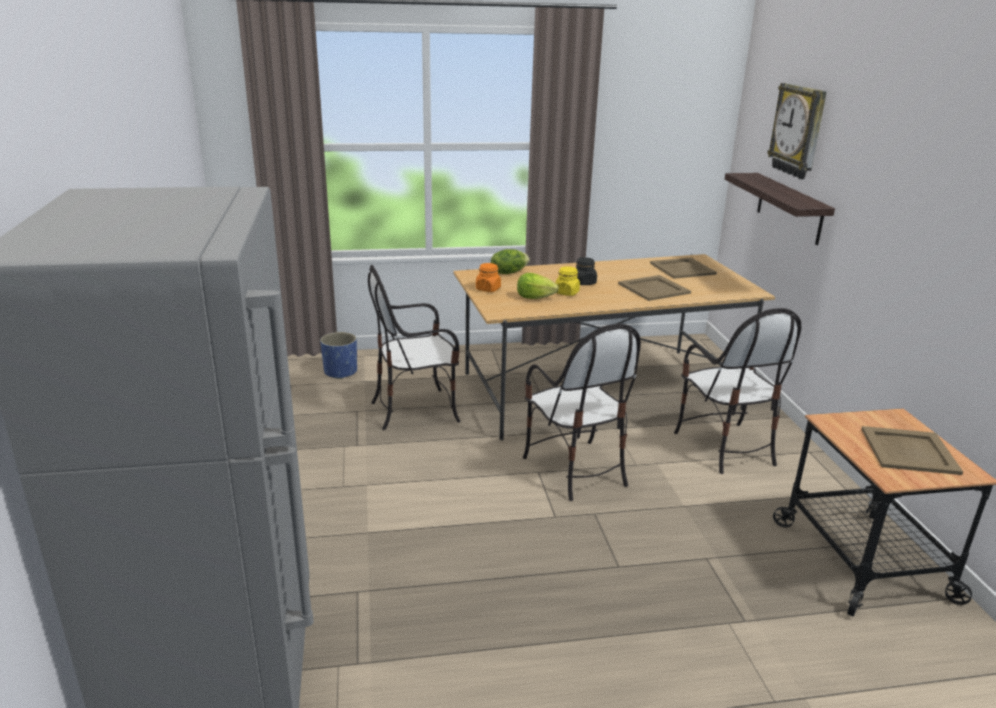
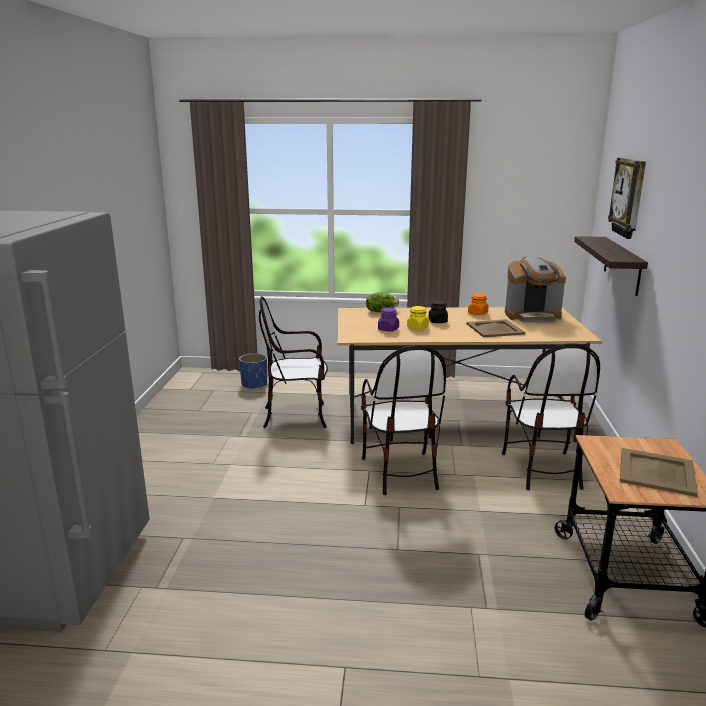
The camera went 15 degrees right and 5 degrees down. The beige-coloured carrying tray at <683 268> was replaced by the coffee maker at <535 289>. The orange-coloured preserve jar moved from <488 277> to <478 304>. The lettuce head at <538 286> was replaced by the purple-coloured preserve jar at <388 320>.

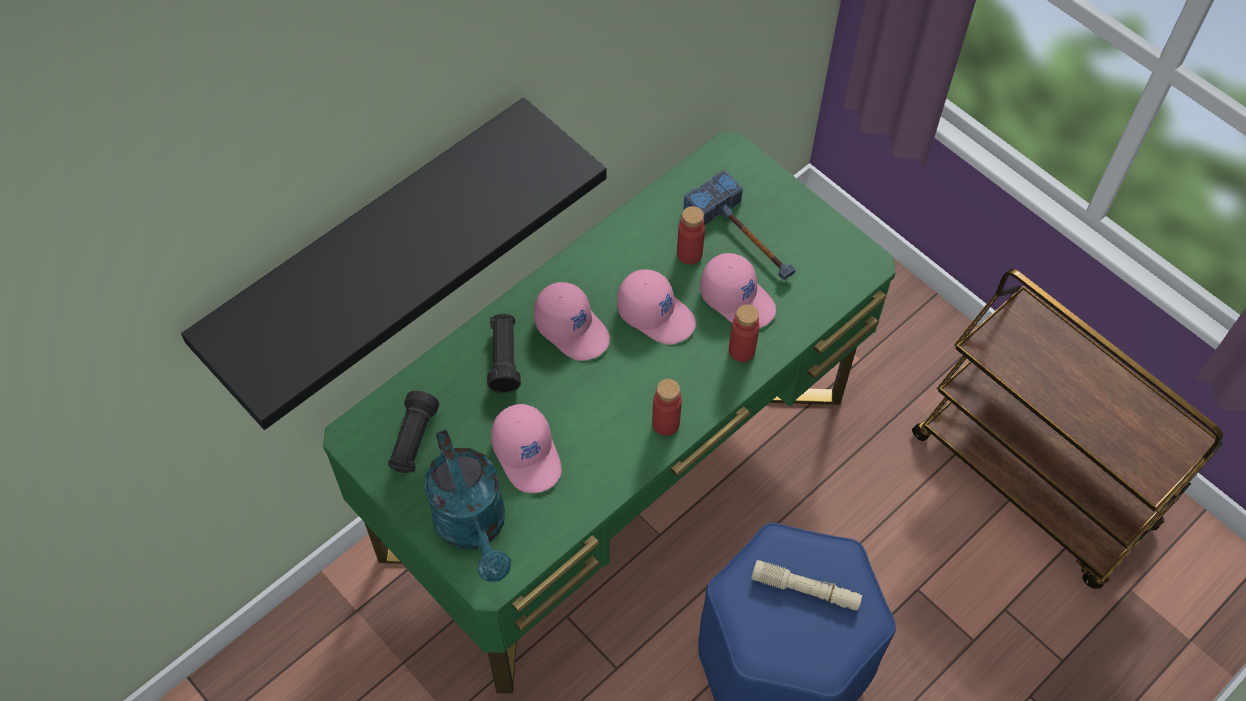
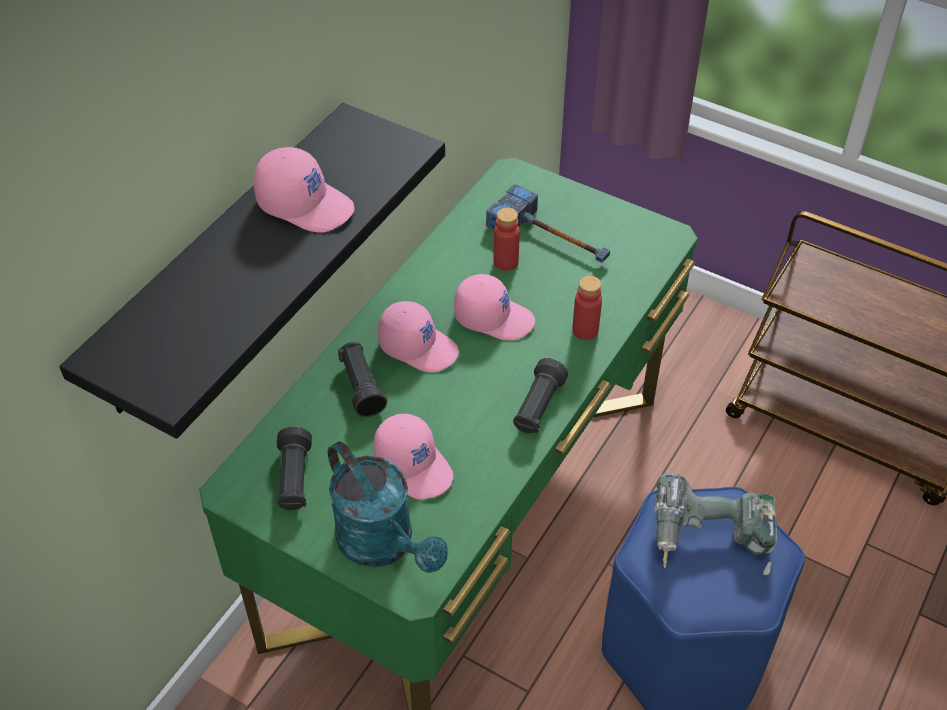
The camera went 15 degrees left and 10 degrees down. The pinkish cap moved from <738 290> to <303 190>. The red-coloured bottle at <667 407> was replaced by the blackish flashlight at <540 395>. The beige-coloured flashlight at <806 585> was replaced by the electric drill at <715 524>.

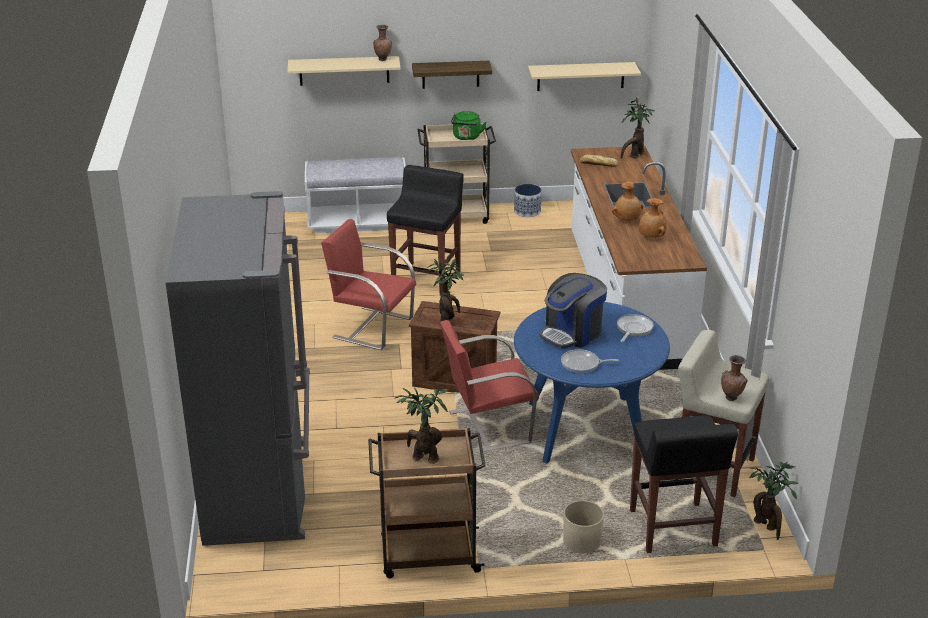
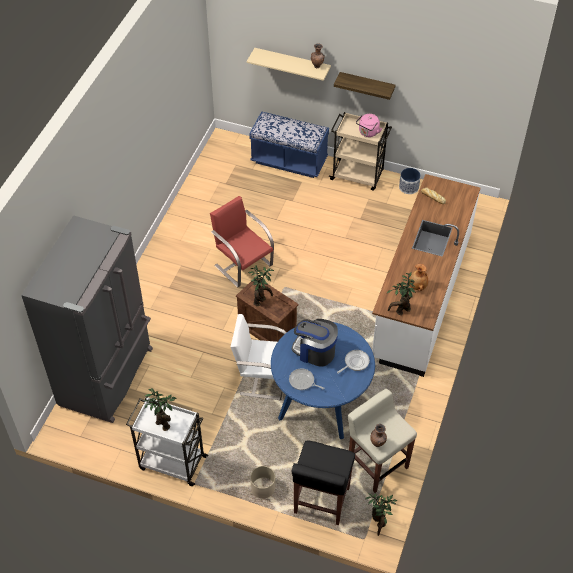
The camera went 25 degrees right and 20 degrees up. The beige-coloured shelf at <584 76> disappeared. The plant in a pot moved from <637 128> to <401 294>. The green tea kettle at <469 125> became the pinkish tea kettle at <369 125>. The white-coloured indoor bench at <355 195> became the bluish indoor bench at <289 144>. The blackish stool seat at <425 230> disappeared. The brown-coloured decorative vase at <627 201> disappeared. The coffee maker at <573 311> turned 45 degrees clockwise. The red-coloured plain chair at <489 386> became the white-coloured plain chair at <259 357>. The brown-coloured cart at <426 503> became the white-coloured cart at <167 441>.

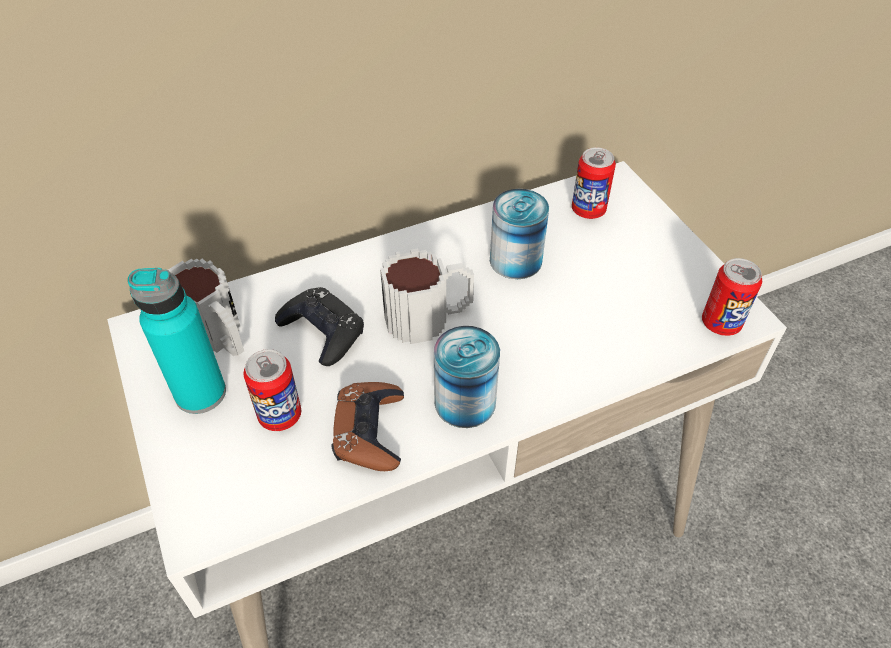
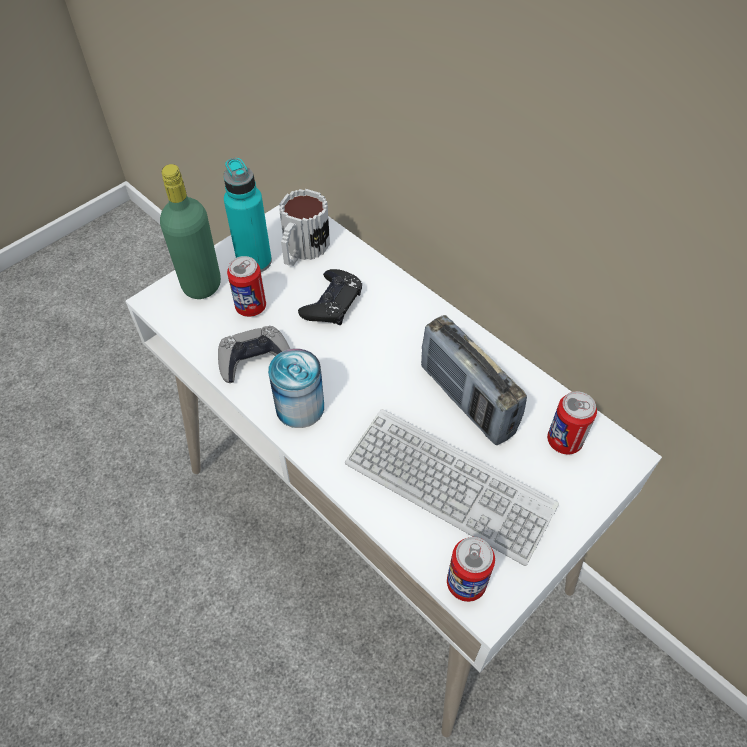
The camera went 70 degrees right and 5 degrees up. The sealed can at <519 234> was replaced by the radio at <474 380>. The mug at <427 296> disappeared. The brown-coloured joypad at <367 426> became the greyish joypad at <254 354>. The green bottle at <190 231> appeared. The computer keyboard at <452 487> appeared.

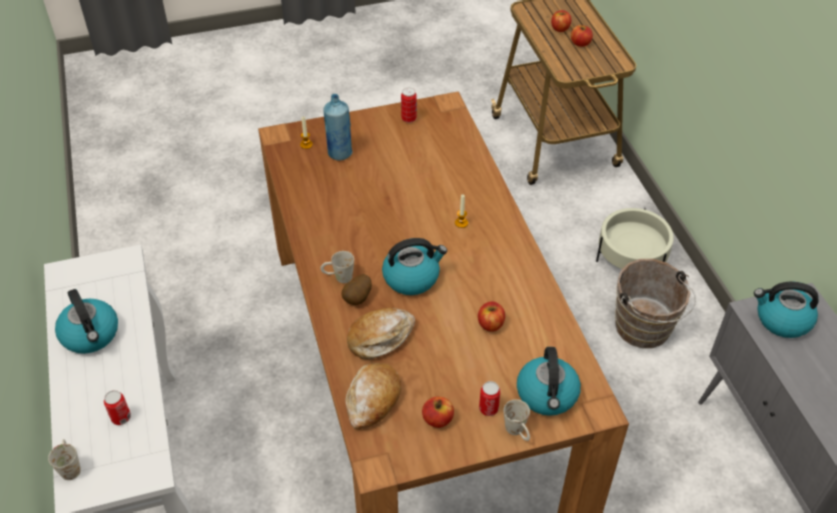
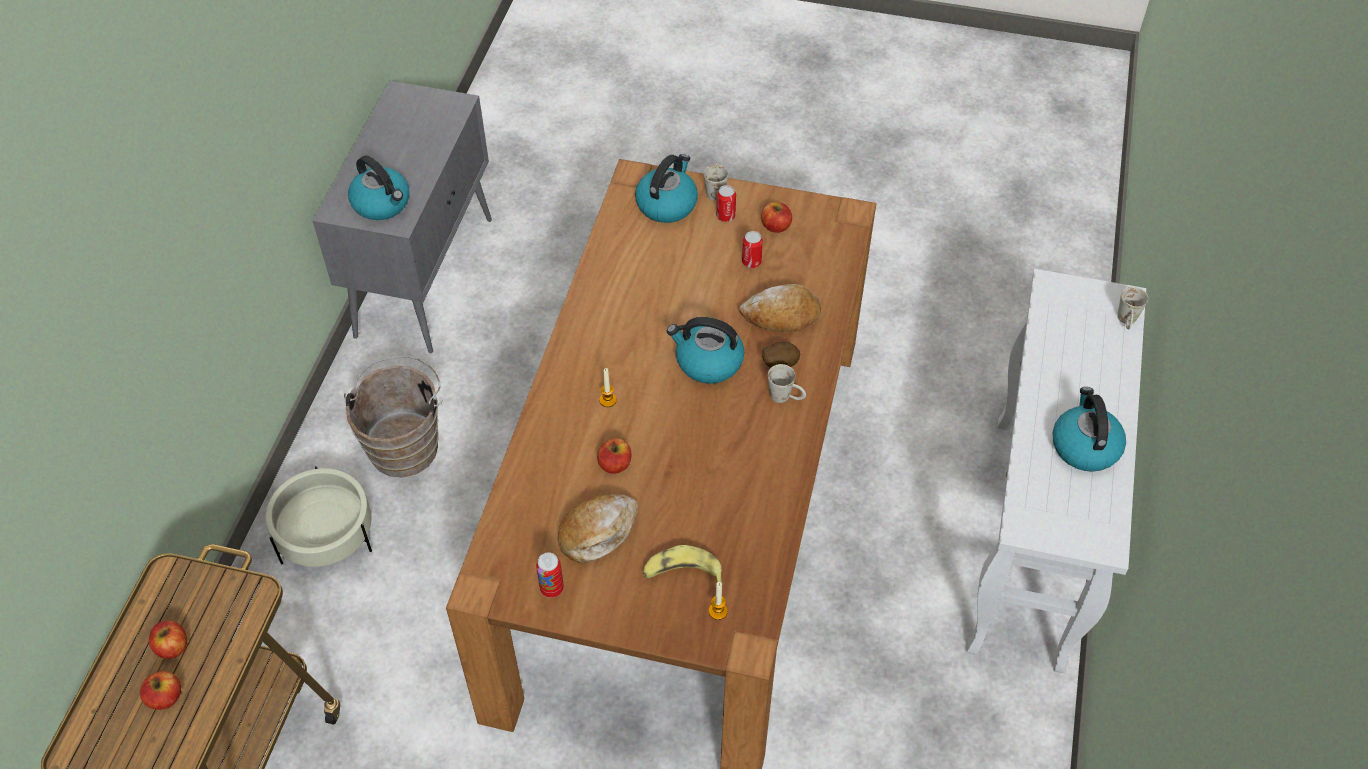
The camera went 150 degrees left and 5 degrees up. The bluish bottle at <337 127> was replaced by the whole banana at <683 565>. The whole apple moved from <491 316> to <614 456>. The bakery bread moved from <373 396> to <598 528>. The sealed can moved from <117 407> to <752 249>.

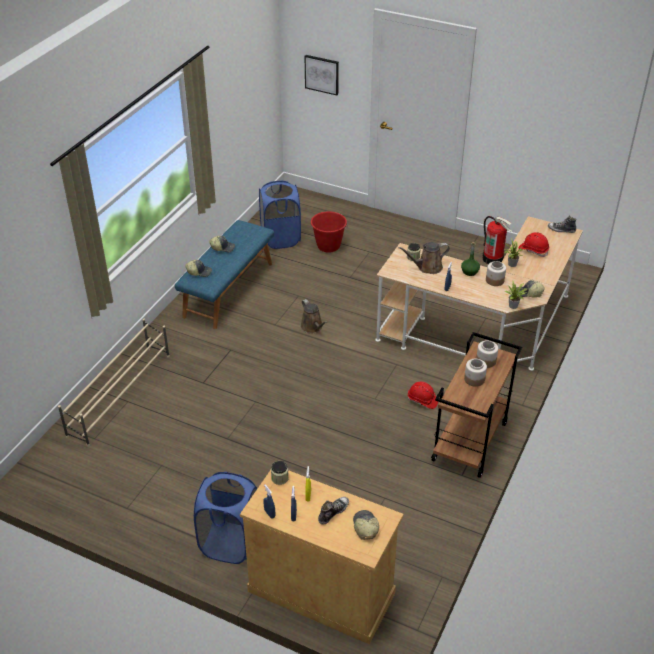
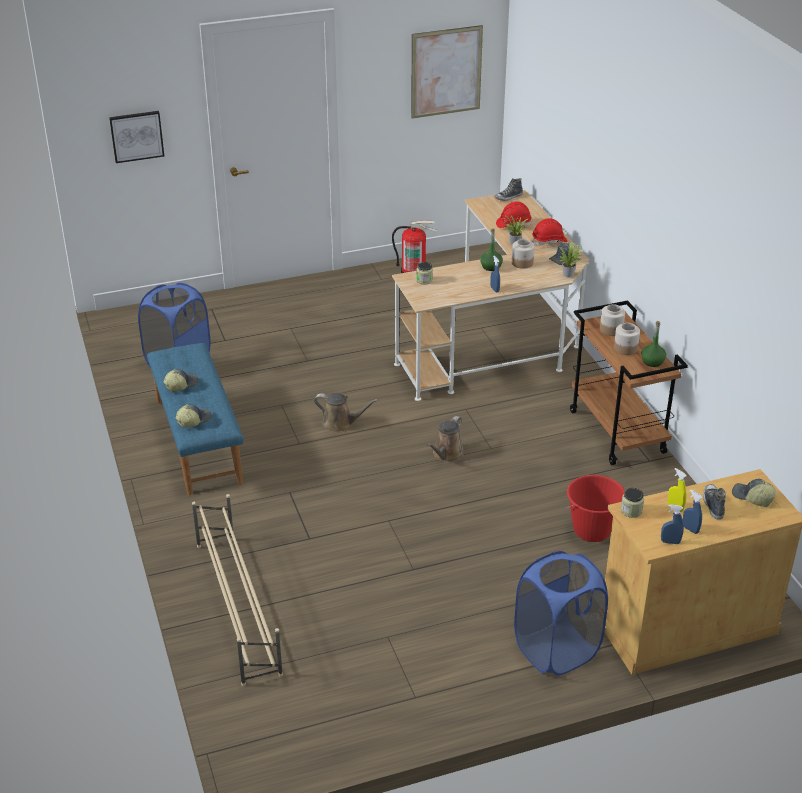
The camera went 45 degrees left and 5 degrees down. The red-coloured pail moved from <329 232> to <595 508>. The brown-coloured sprinkling can moved from <424 258> to <445 439>. The red-coloured safety helmet moved from <423 395> to <550 232>. The wall picture at <447 72> appeared. The green bottle at <653 344> appeared.

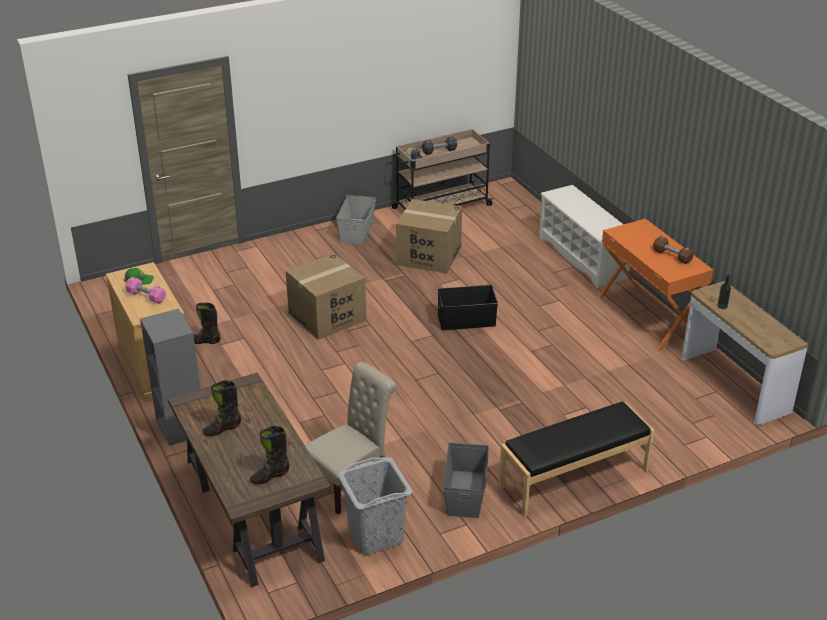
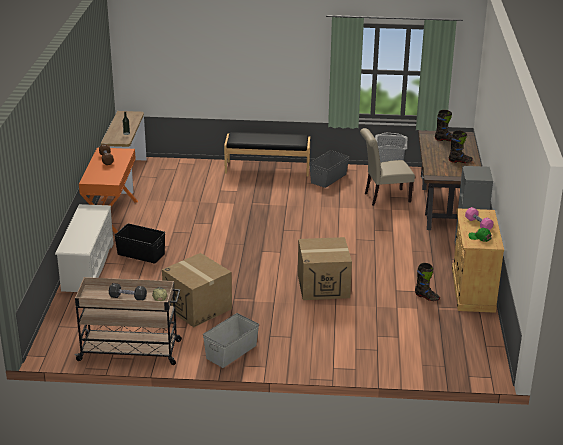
The camera went 150 degrees left and 5 degrees down. The blackish storage bin moved from <468 307> to <139 243>.

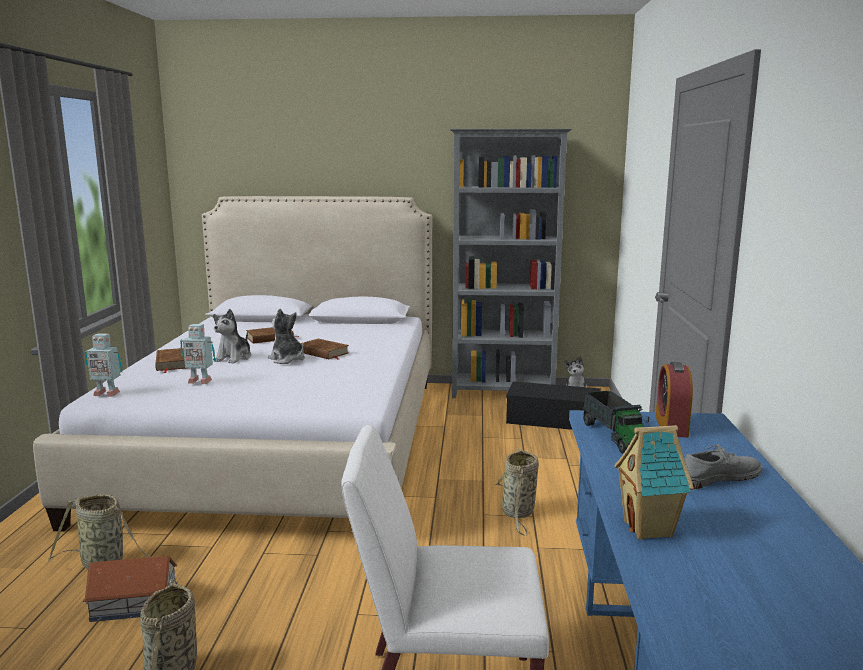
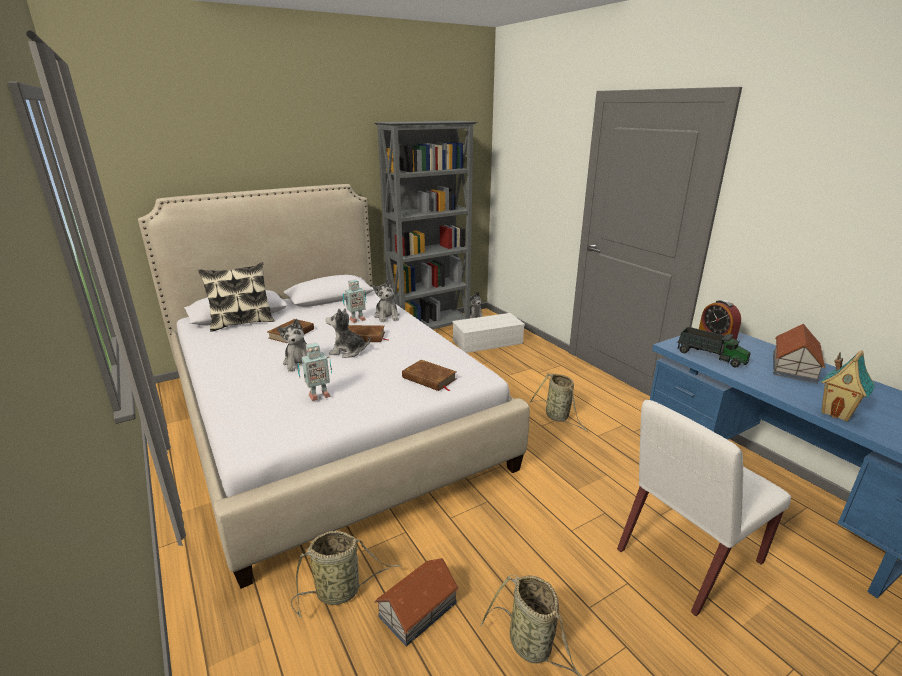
The camera went 35 degrees left and 10 degrees up. The robot figure moved from <103 365> to <355 301>. The brown-coloured bound book moved from <171 360> to <429 375>. The blackish storage bin at <553 406> became the white-coloured storage bin at <488 333>. The greyish shoe at <723 466> was replaced by the toy house at <799 353>. The throw pillow at <236 297> appeared. The plush toy at <386 300> appeared.

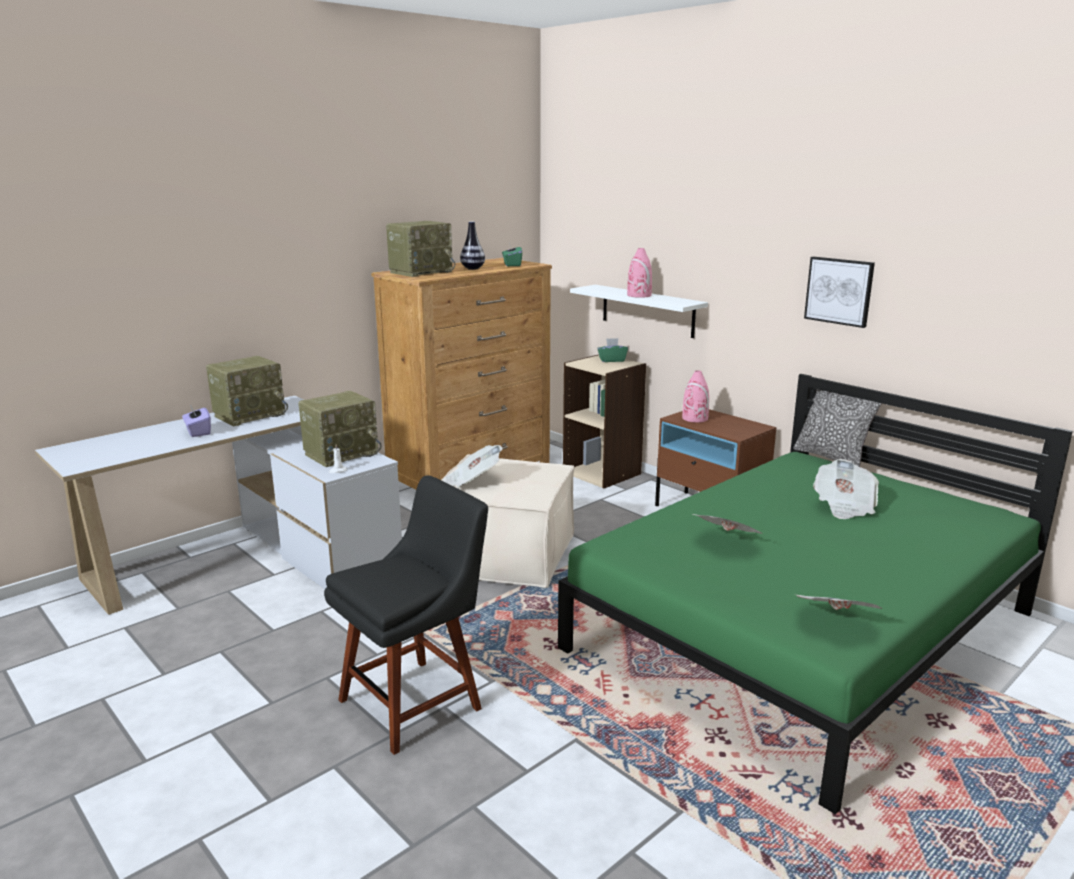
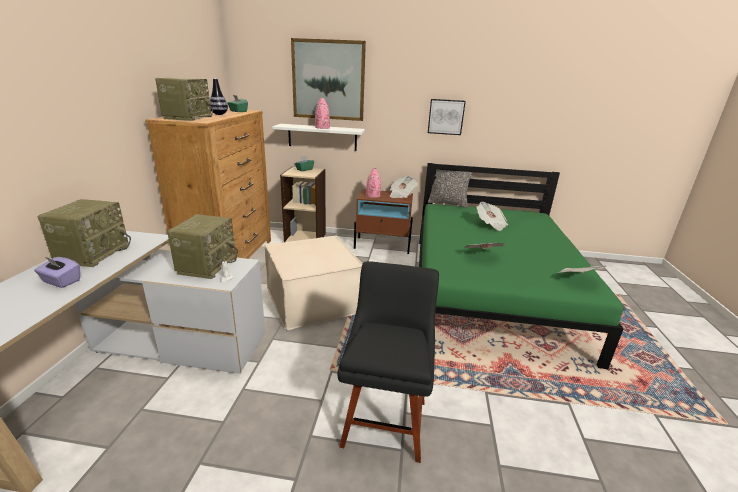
The camera went 40 degrees left and 5 degrees up. The newspaper moved from <472 466> to <404 187>. The wall picture at <328 79> appeared.

